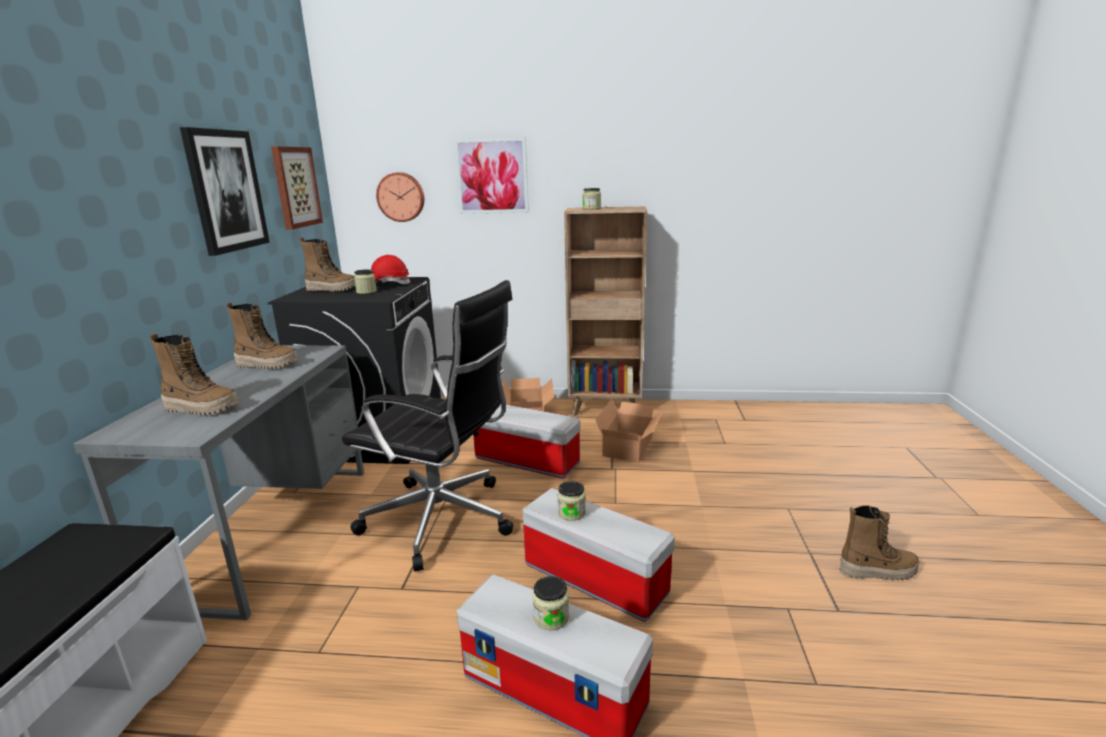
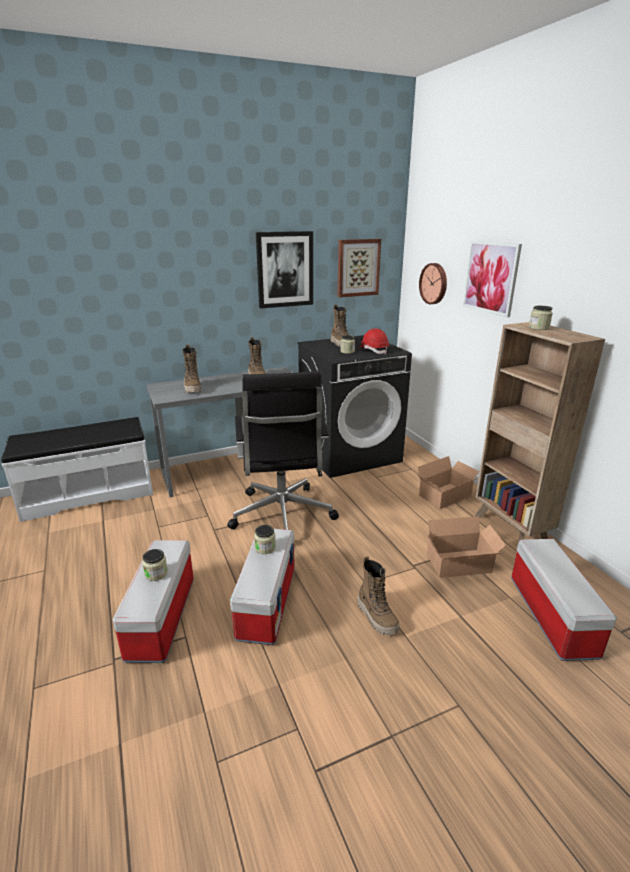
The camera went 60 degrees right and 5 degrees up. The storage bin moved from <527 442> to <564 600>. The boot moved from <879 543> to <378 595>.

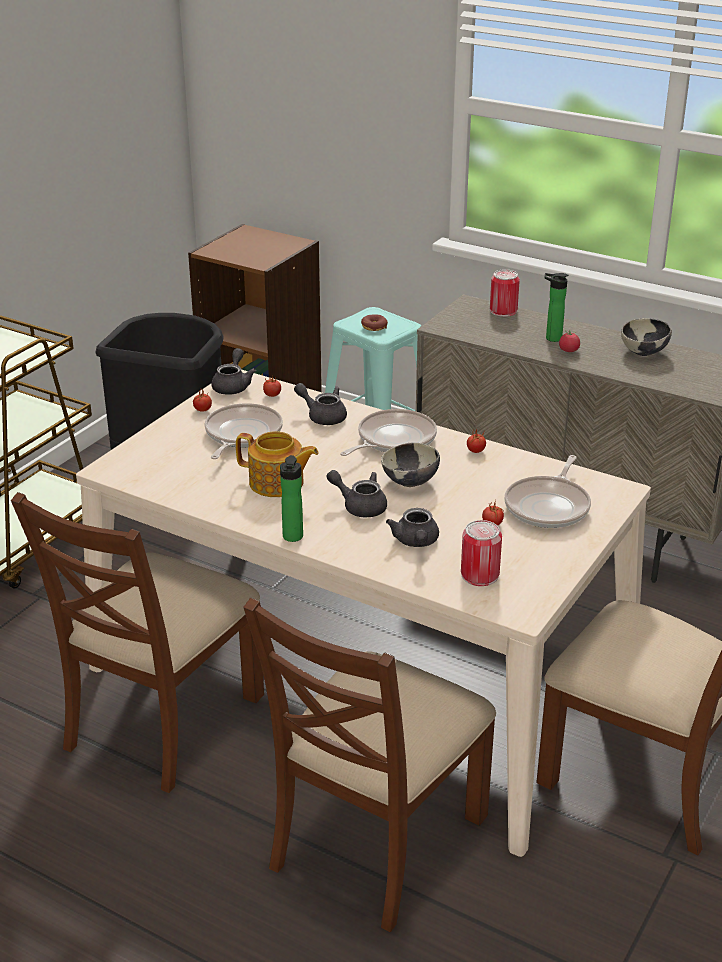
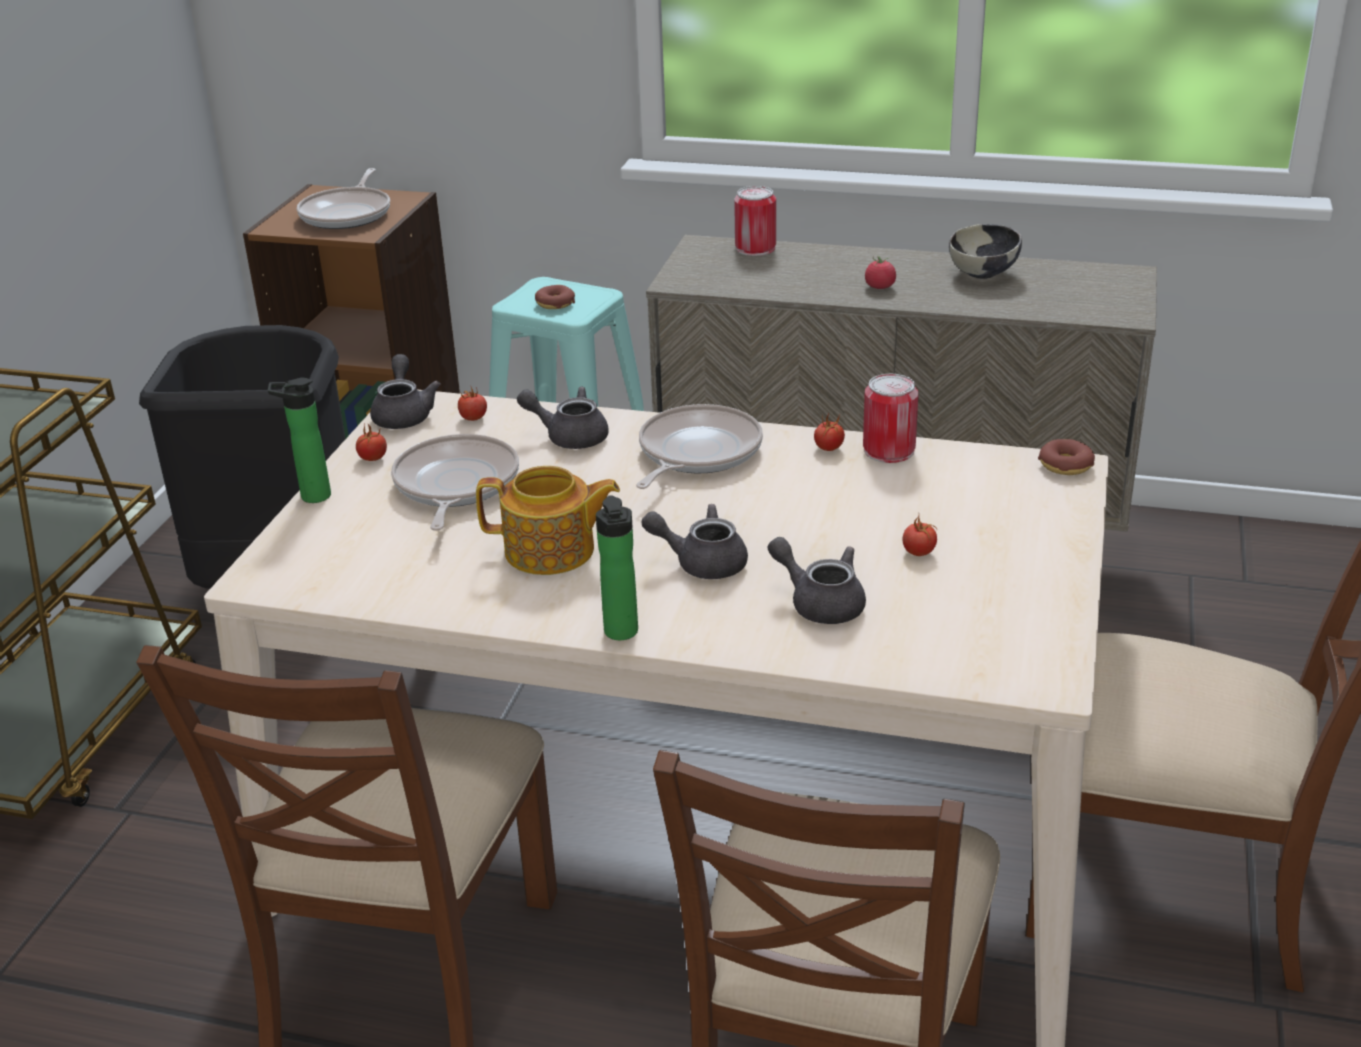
The camera went 15 degrees left and 0 degrees up. The bottle moved from <556 307> to <299 440>. The serving bowl at <410 464> disappeared. The pan moved from <547 491> to <343 198>. The greyish pot for tea at <412 527> turned 150 degrees clockwise. The sealed can moved from <481 553> to <891 418>. The donut at <1066 457> appeared.

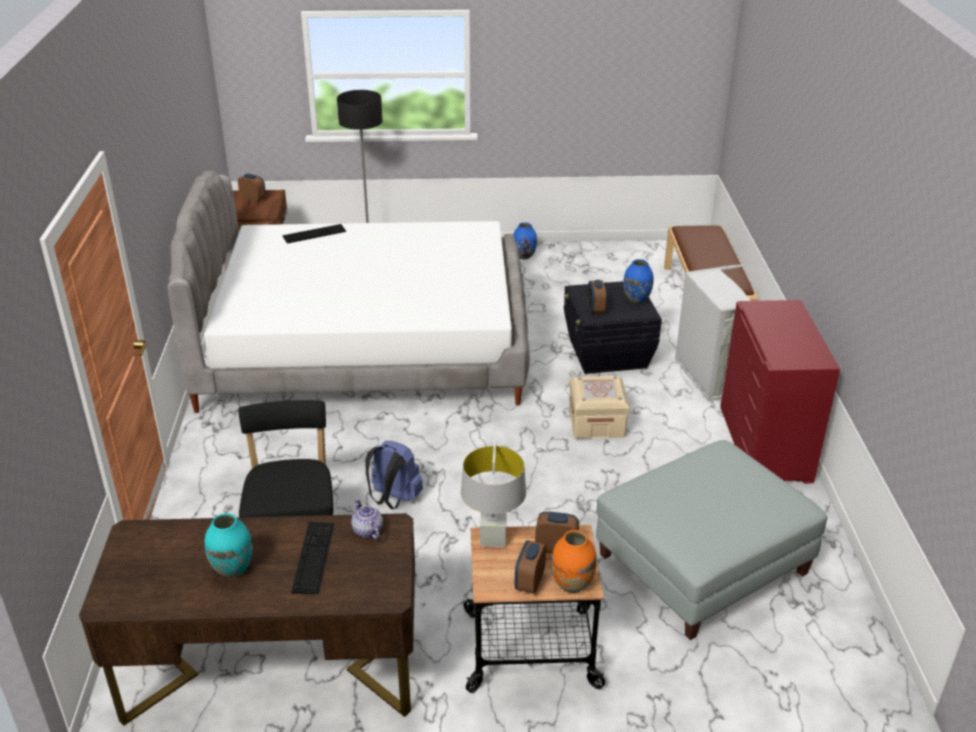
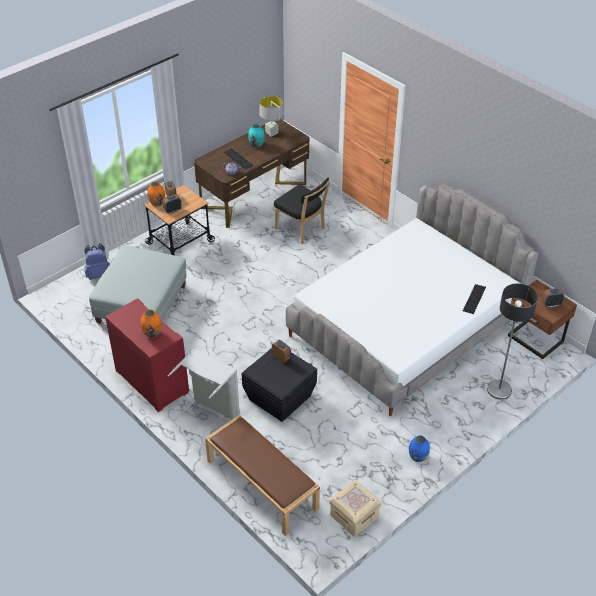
The camera went 140 degrees right and 10 degrees up. The bluish decorative vase at <638 281> disappeared. The beige-coloured storage bin moved from <599 407> to <355 508>. The greyish lamp for a table moved from <493 493> to <271 116>. The bluish backpack moved from <394 475> to <97 261>. The orange-coloured decorative vase at <151 324> appeared.

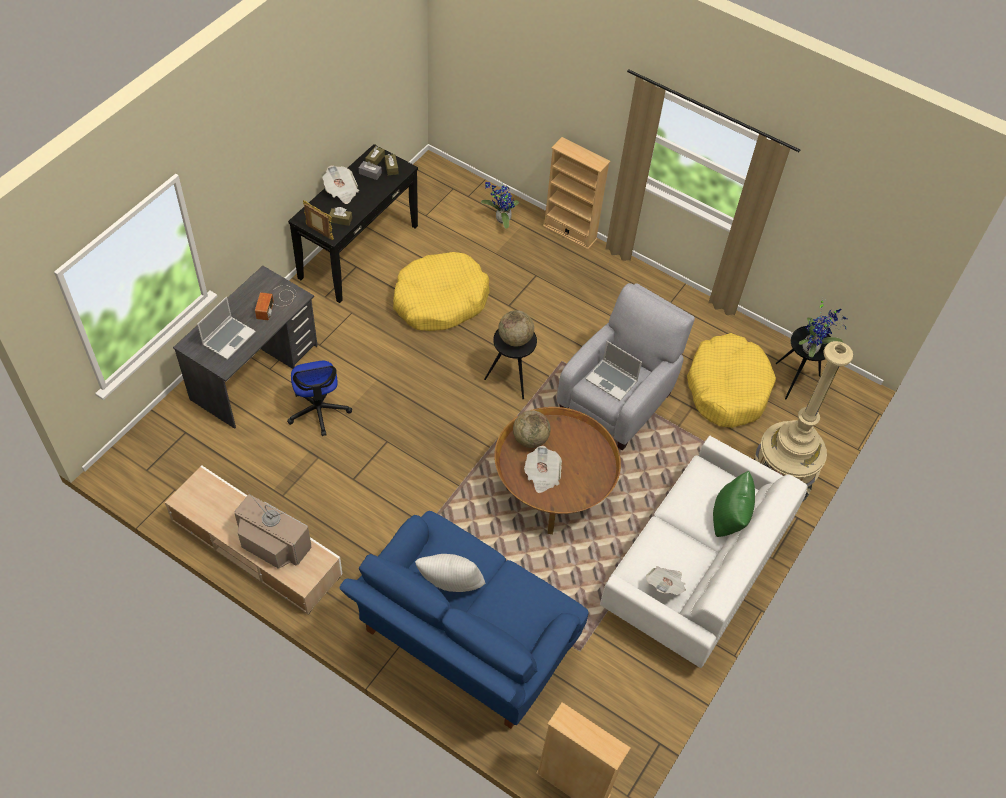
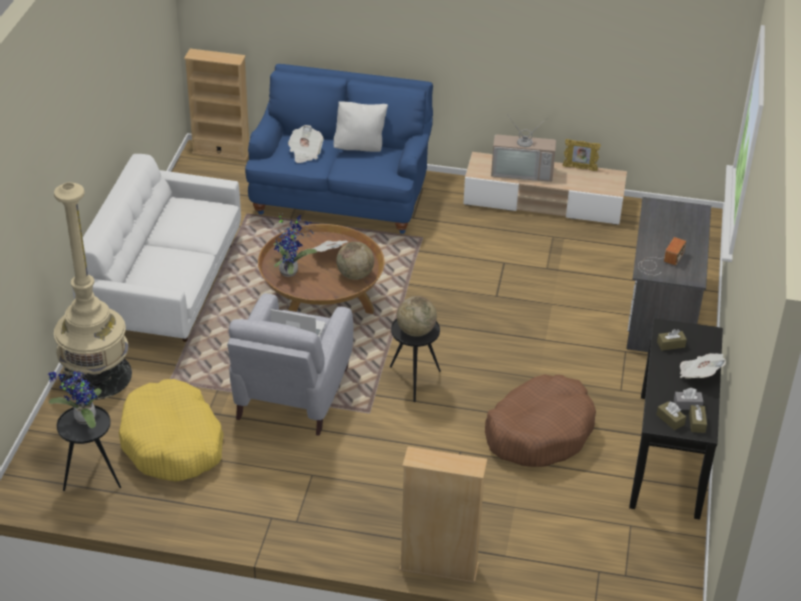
The camera went 160 degrees right and 15 degrees down. The plant in a pot moved from <500 205> to <295 246>. The picture frame moved from <318 220> to <582 155>. The yellowish pet bed at <441 291> became the brown-coloured pet bed at <540 420>. The radio at <275 302> turned 45 degrees clockwise. The notebook computer at <226 328> disappeared. The computer chair at <319 398> disappeared. The green throw pillow at <734 504> disappeared. The newspaper moved from <666 580> to <306 144>.

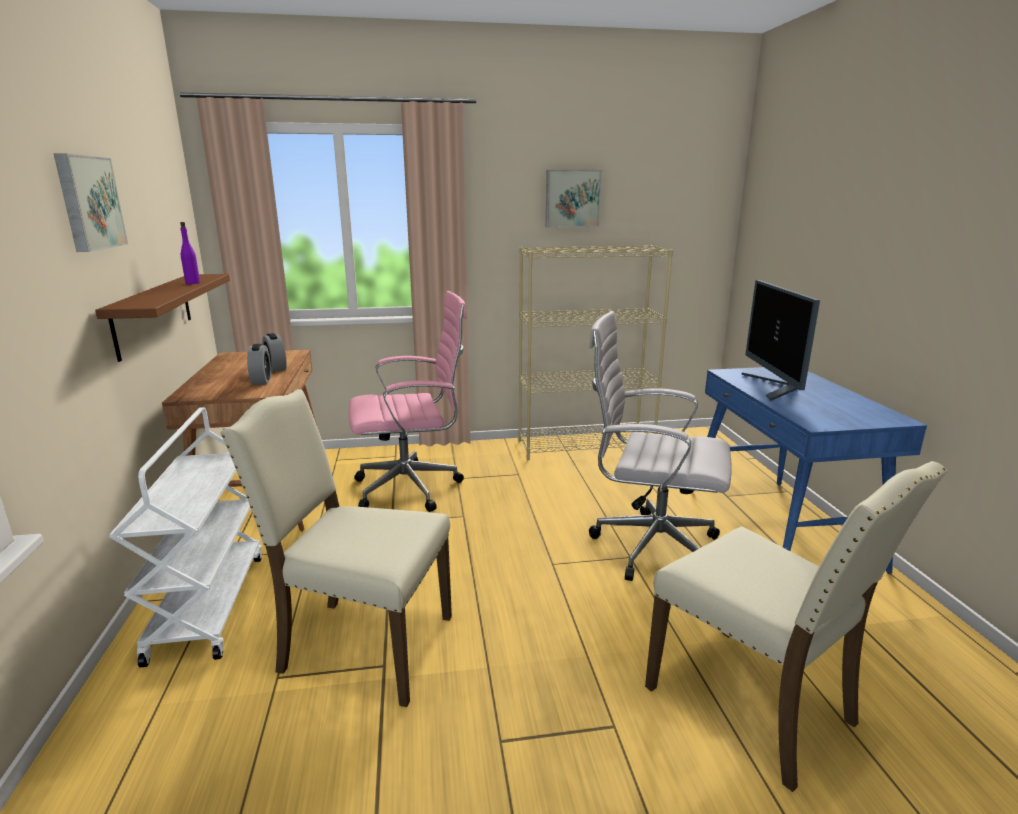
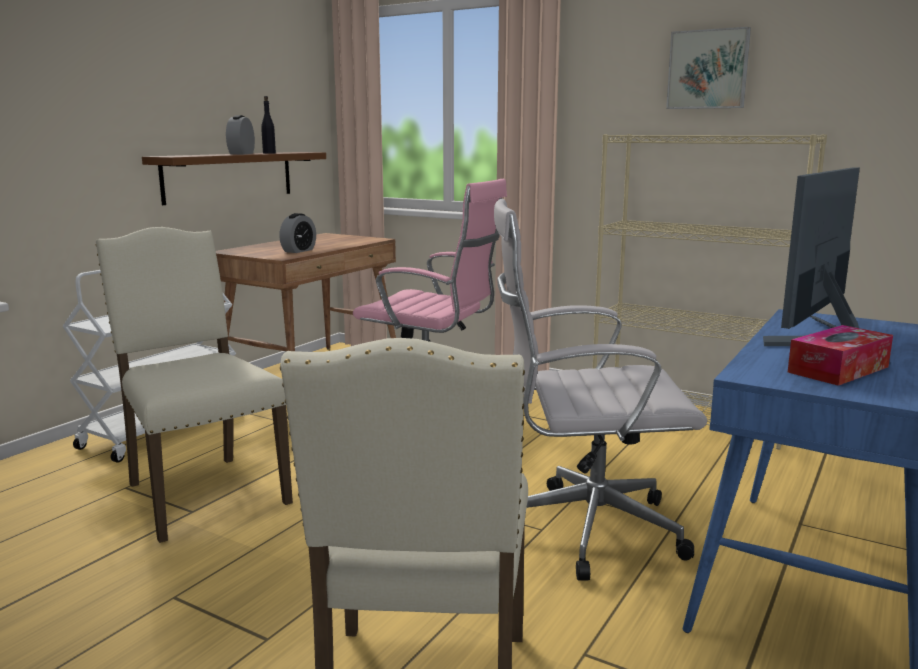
The camera went 40 degrees right and 5 degrees down. The wall picture at <91 203> disappeared. The purple-coloured bottle at <190 253> became the blackish bottle at <268 125>. The white-coloured computer chair at <660 446> turned 60 degrees counterclockwise. The alarm clock moved from <274 352> to <240 134>. The tissue box at <840 355> appeared.

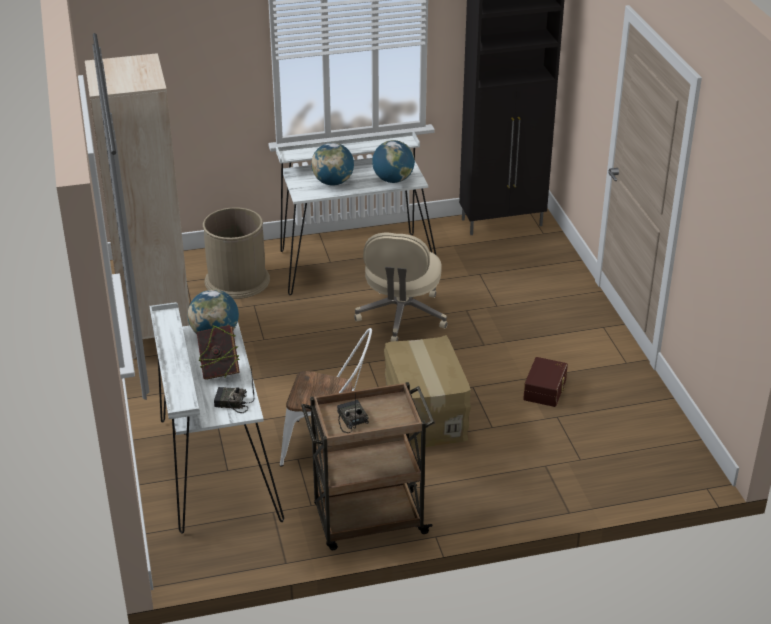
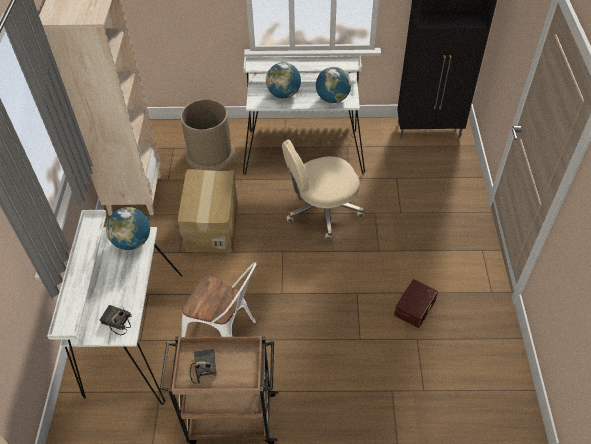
The camera went 15 degrees right and 15 degrees up. The beige-coloured computer chair at <401 287> turned 45 degrees clockwise. The bound book at <218 352> disappeared. The packing box moved from <427 392> to <208 211>.

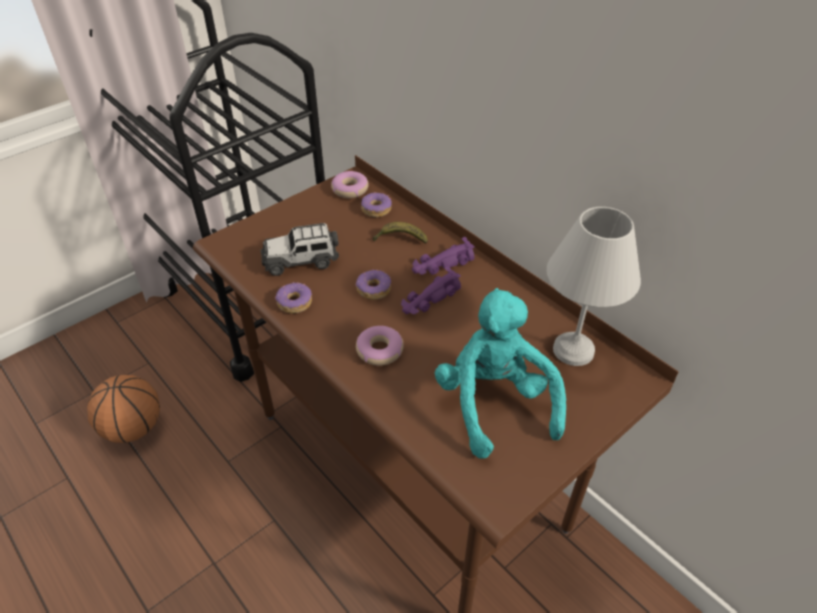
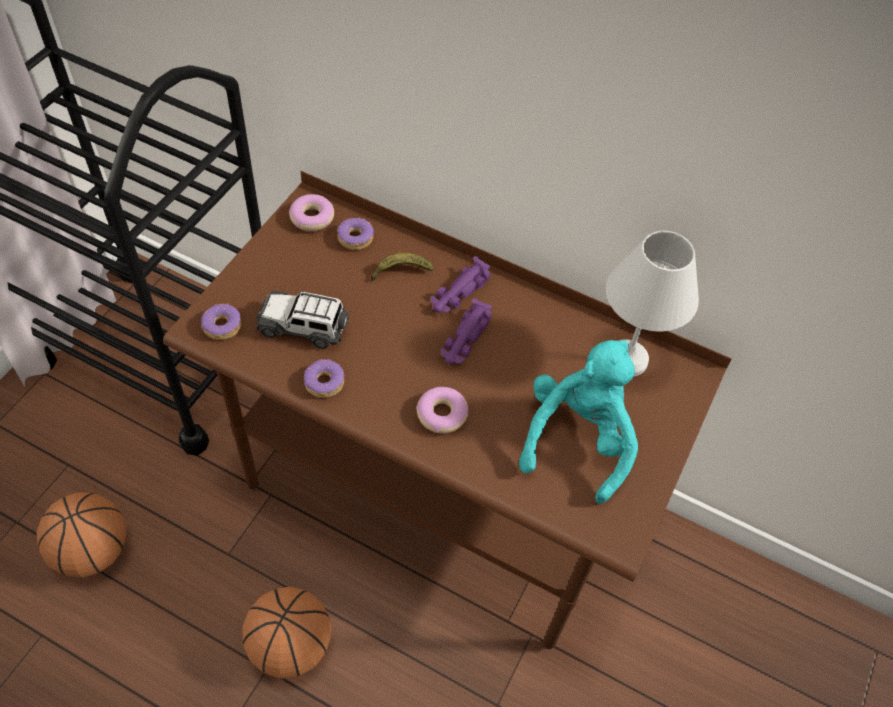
The camera went 25 degrees left and 10 degrees up. The toy car at <299 249> turned 45 degrees clockwise. The donut moved from <373 284> to <221 321>. The turquoise-coloured plush toy at <500 373> turned 60 degrees clockwise. The ball for basketball at <286 633> appeared.

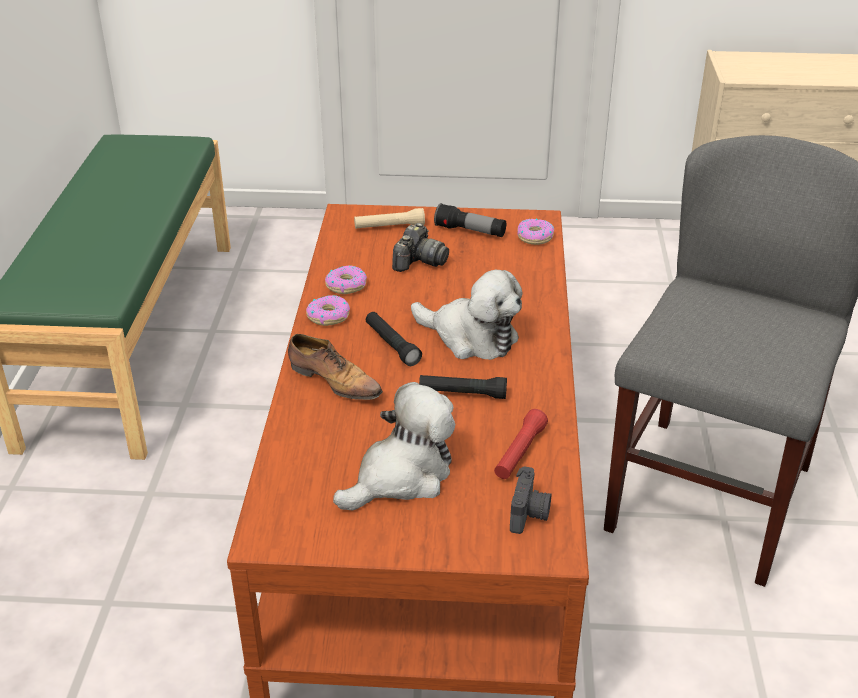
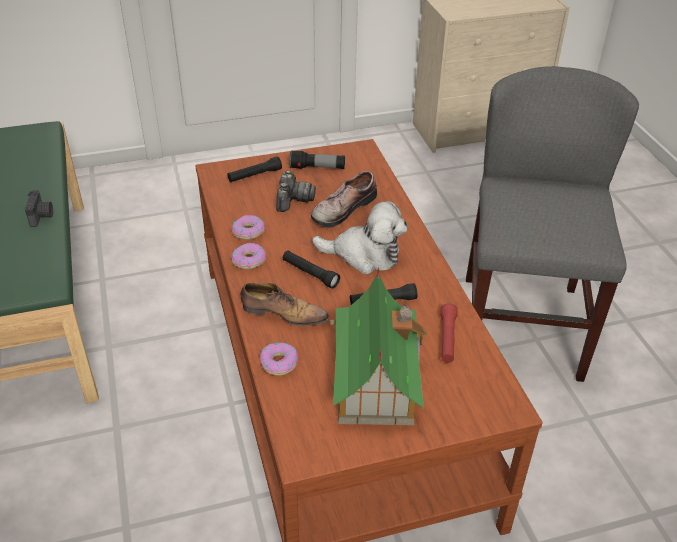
The camera went 20 degrees left and 5 degrees up. The beige-coloured flashlight at <389 218> became the blackish flashlight at <254 169>. The donut moved from <535 231> to <279 359>. The plush toy at <394 446> was replaced by the toy house at <377 346>. The photo camera moved from <530 500> to <39 208>. The shoe at <344 199> appeared.

